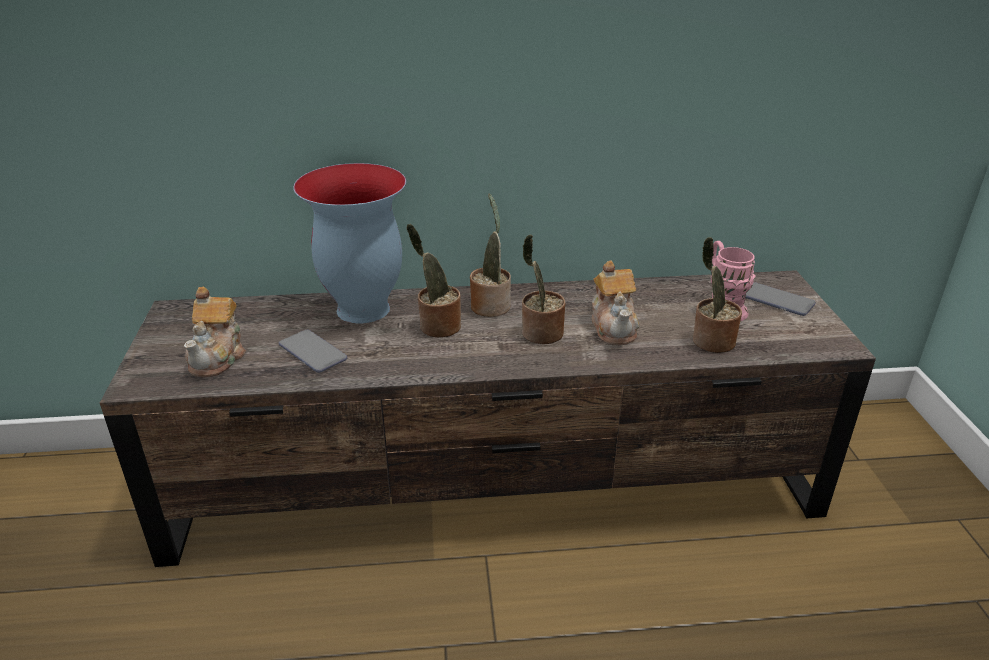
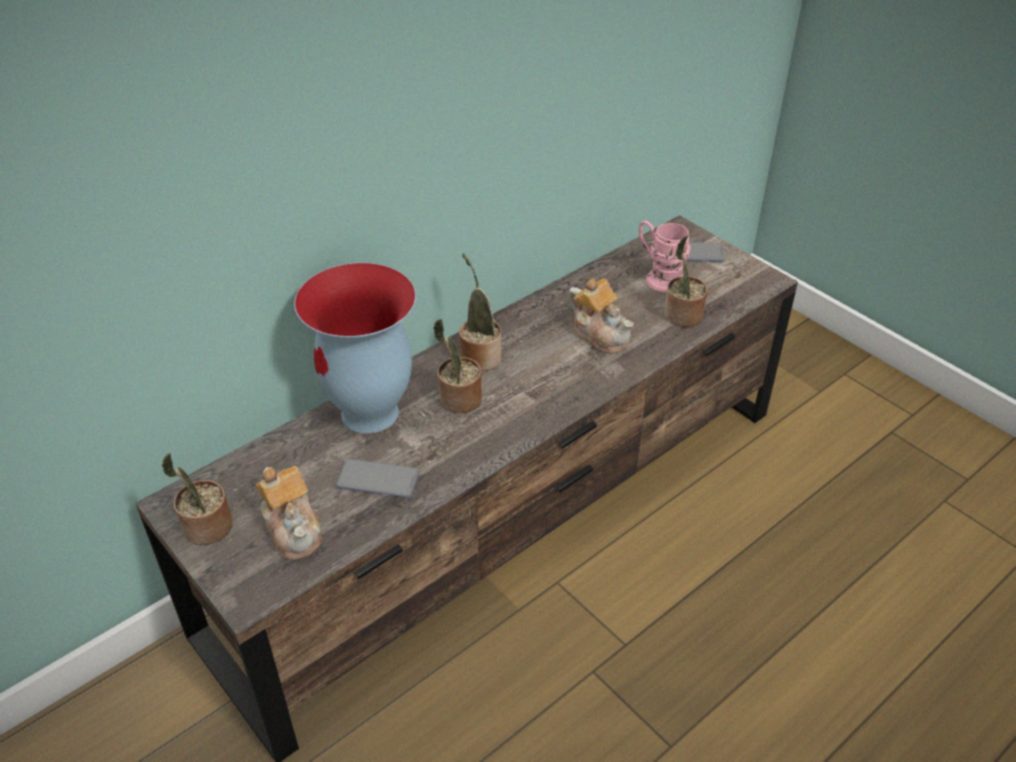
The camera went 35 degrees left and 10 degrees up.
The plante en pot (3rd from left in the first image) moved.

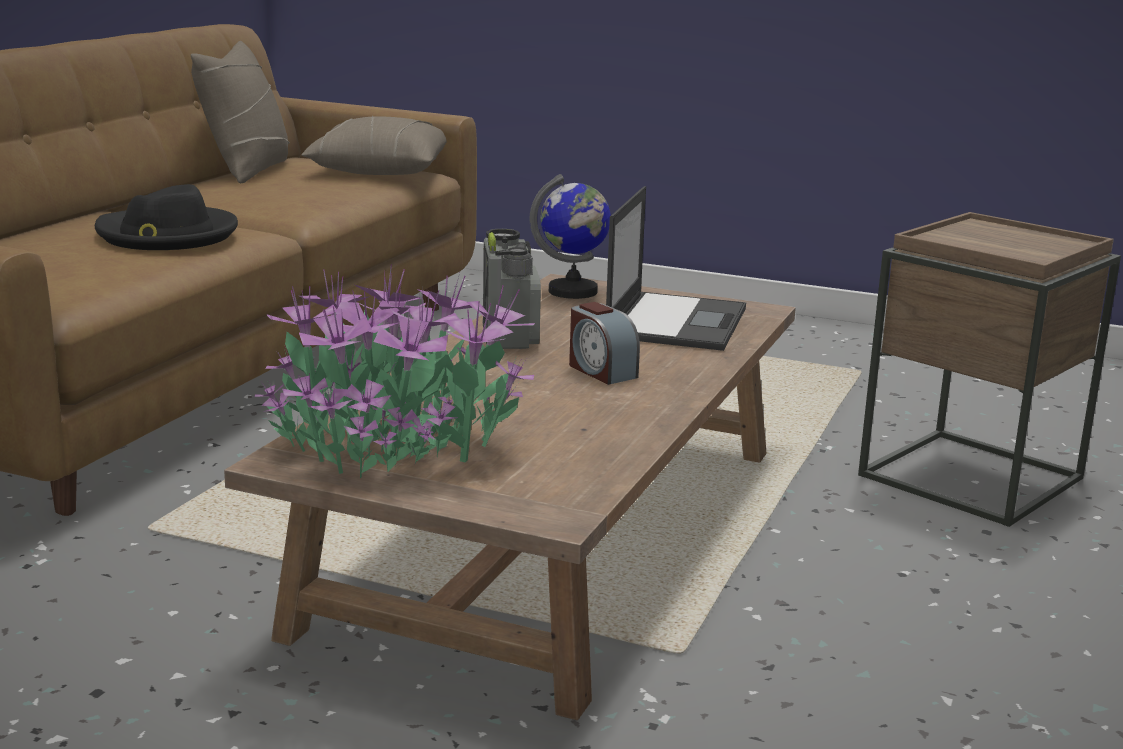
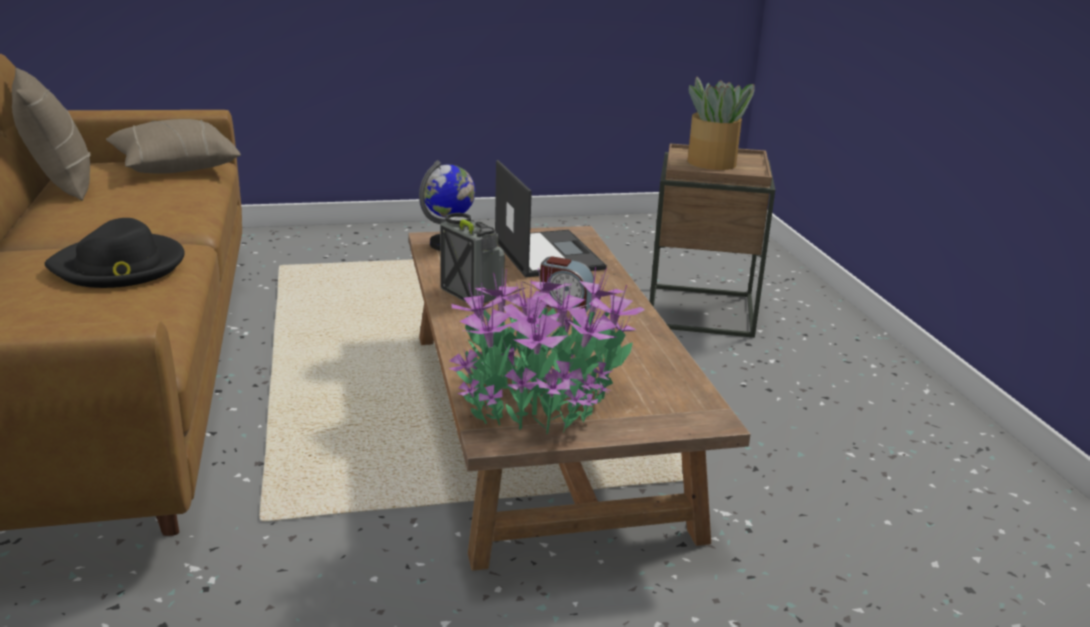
The camera went 35 degrees left and 5 degrees up.
The plante en pot (2nd from left) appeared.

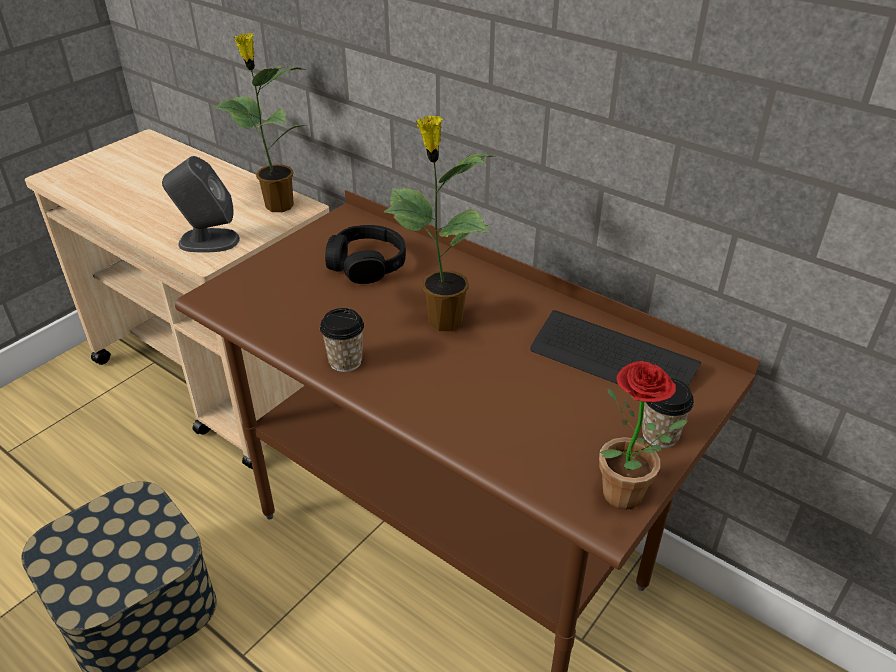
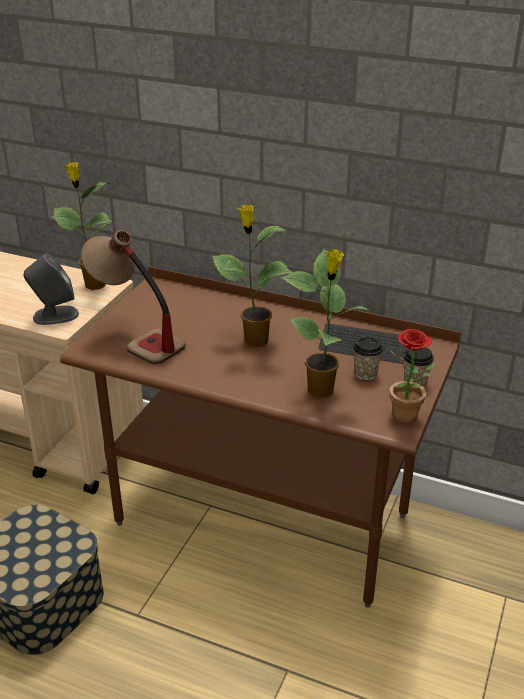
The camera went 15 degrees left and 5 degrees down.
The casque audio/noir disappeared.
The lampe de table appeared.
The plante en pot (3rd from left) appeared.
The tasse (1st from left) moved.

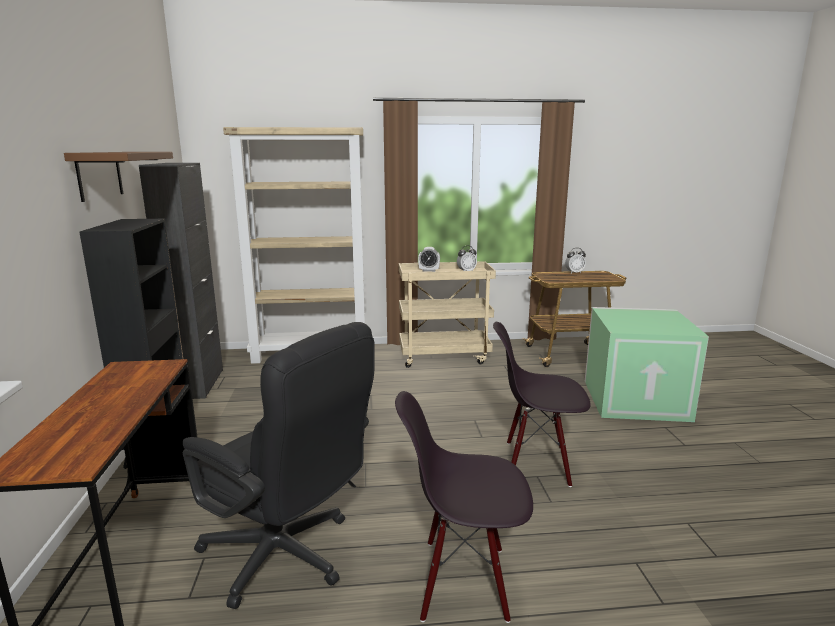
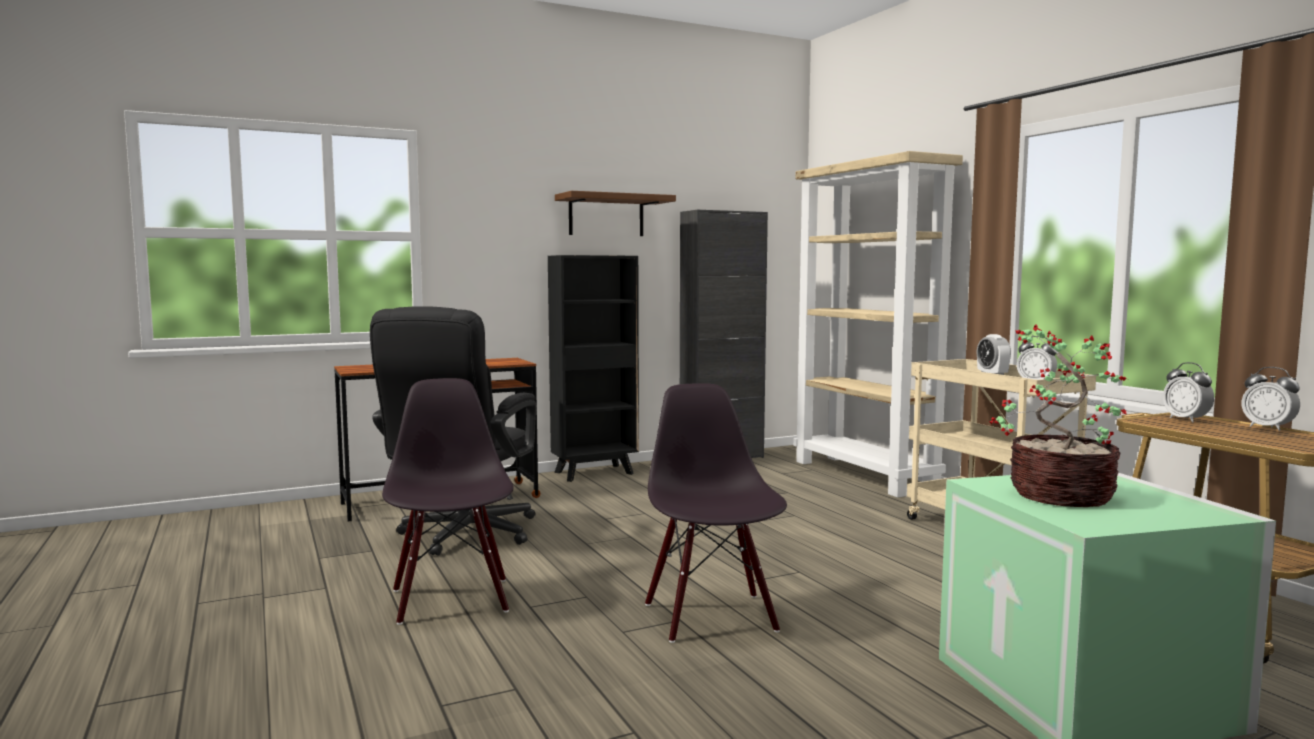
The camera went 70 degrees right and 10 degrees down.
The plante en pot appeared.
The réveil (3rd from left) appeared.

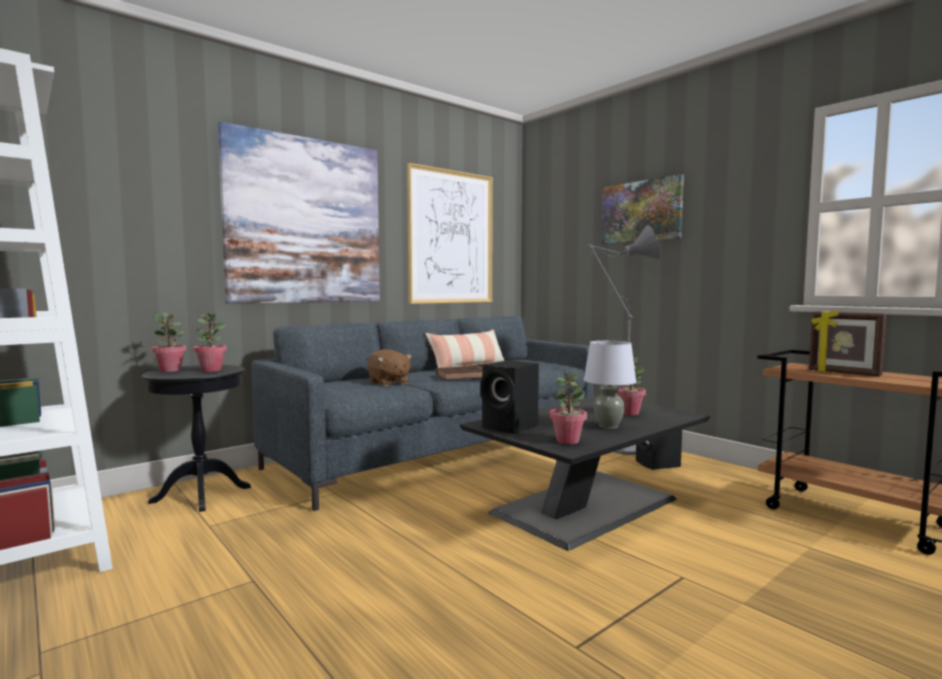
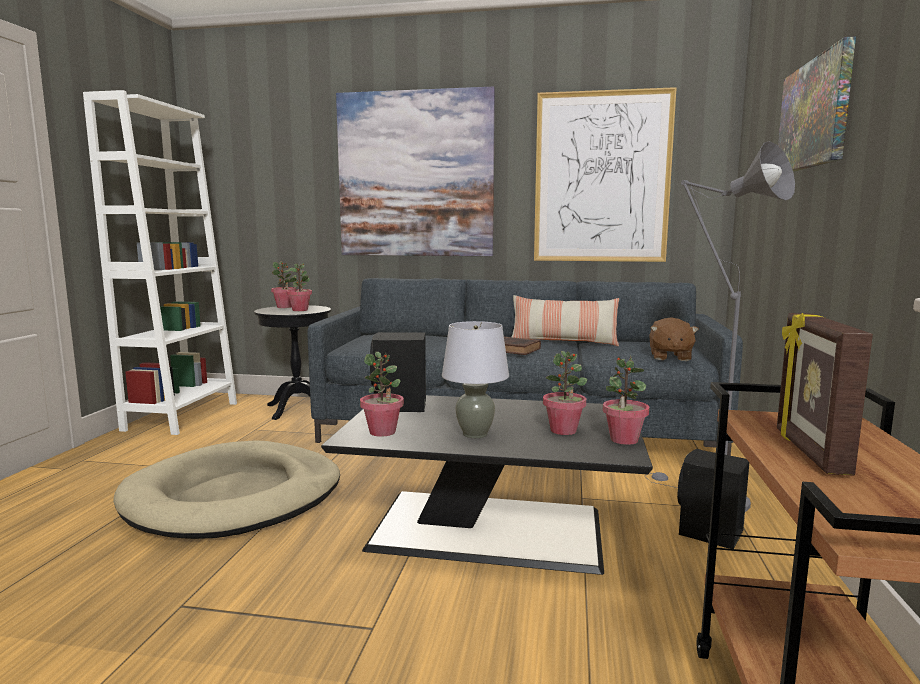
The camera went 50 degrees right and 5 degrees up.
The panier pour chien/beige appeared.
The plante en pot (5th from left) appeared.
The peluche/marron moved.

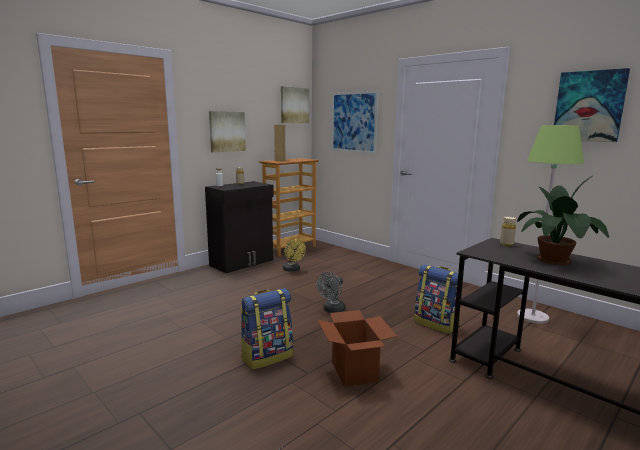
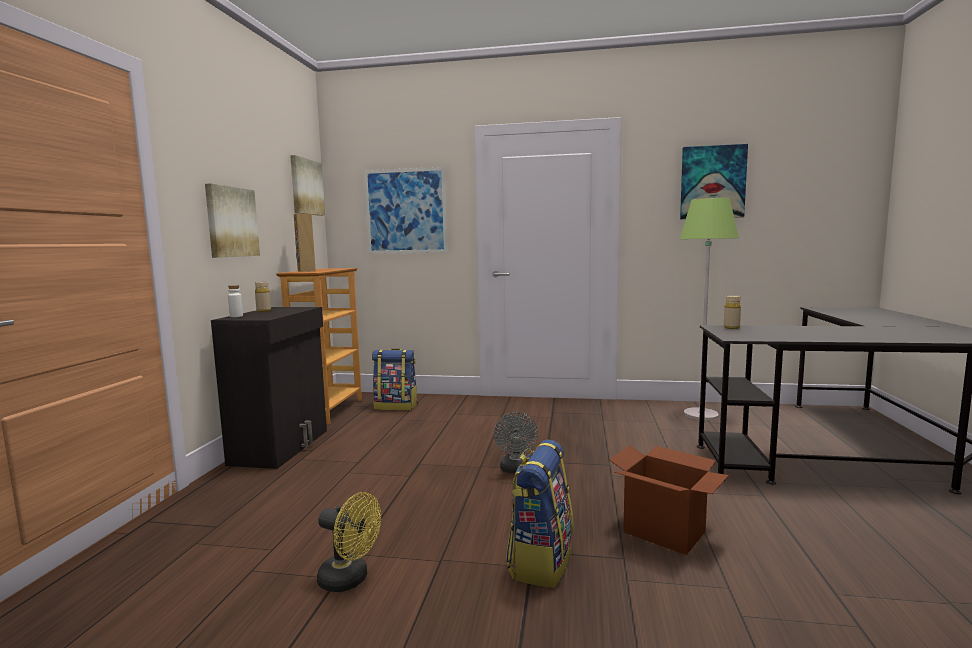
The camera went 35 degrees left and 5 degrees down.
The plante en pot disappeared.
The ventilateur/jaune moved.
The sac à dos (2nd from left in the first image) moved.

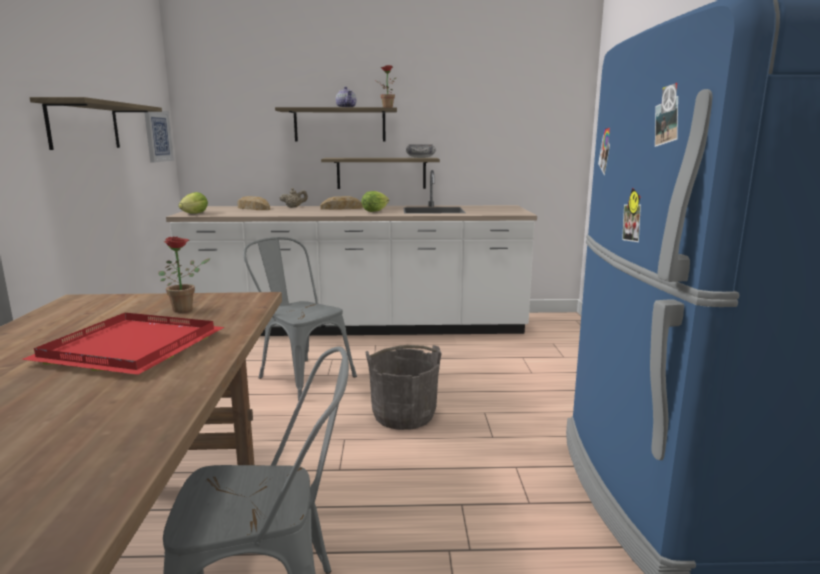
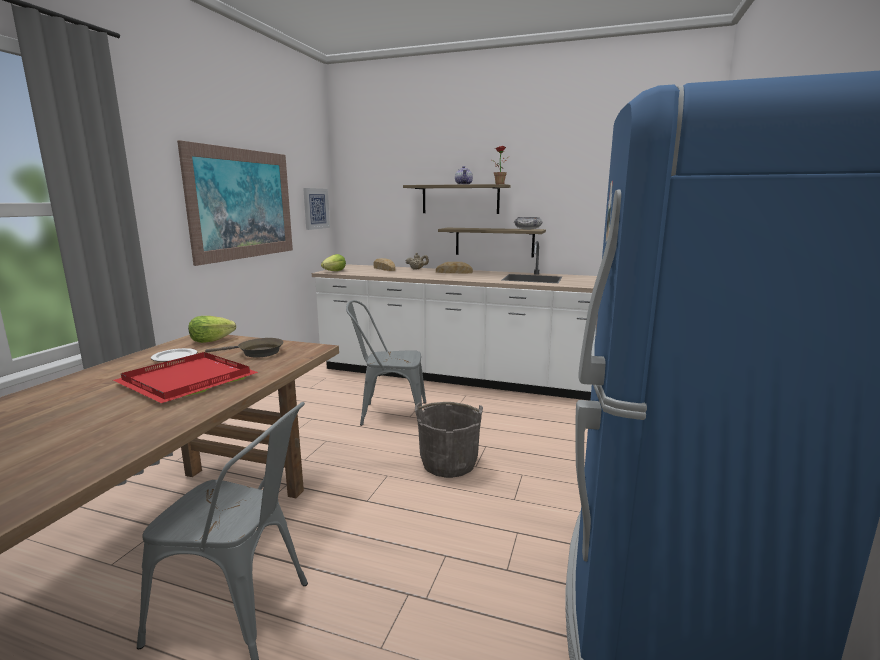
The camera went 20 degrees right and 0 degrees up.
The assiette appeared.
The laitue (2nd from left in the first image) moved.
The étagère (1st from left) was replaced by the tableau (1st from left).
The plante en pot (1st from left) was replaced by the poêle/marron.
The chaise/gris (2nd from left) turned 60 degrees counterclockwise.

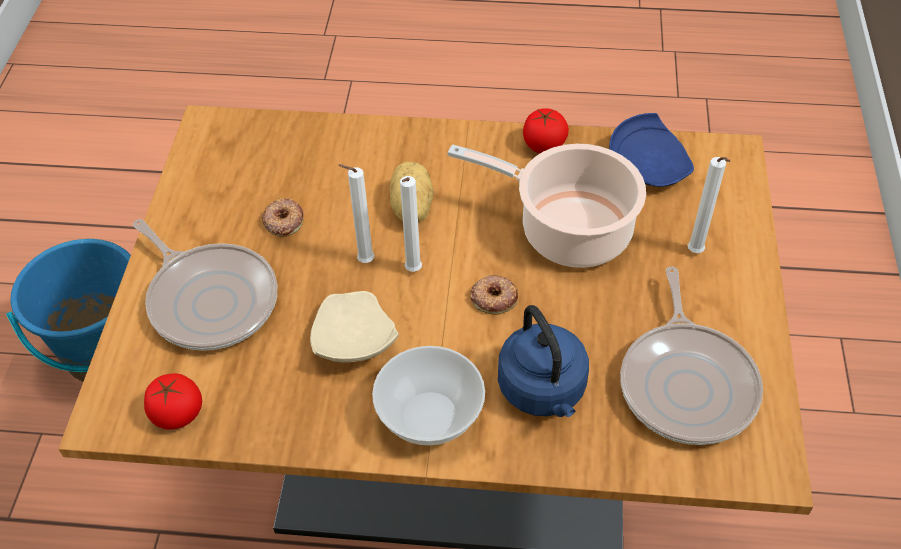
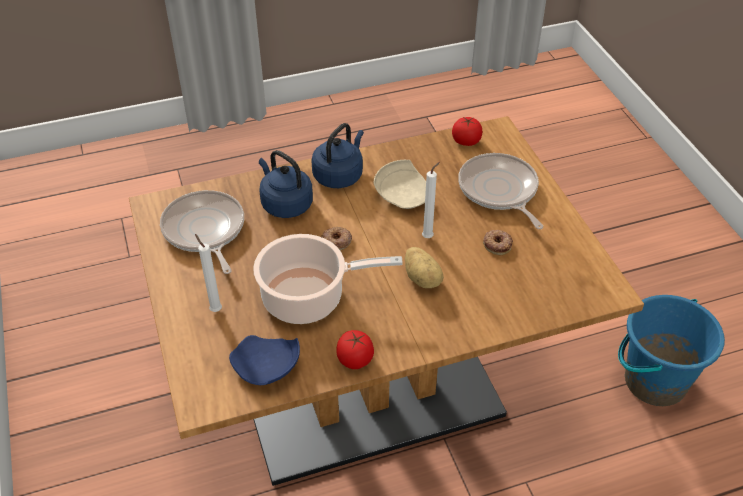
The camera went 155 degrees right and 5 degrees down.
The bougie/blanc (2nd from left) disappeared.
The bol was replaced by the bouilloire/bleu (2nd from left).
The poêle (1st from left in the first image) turned 45 degrees clockwise.

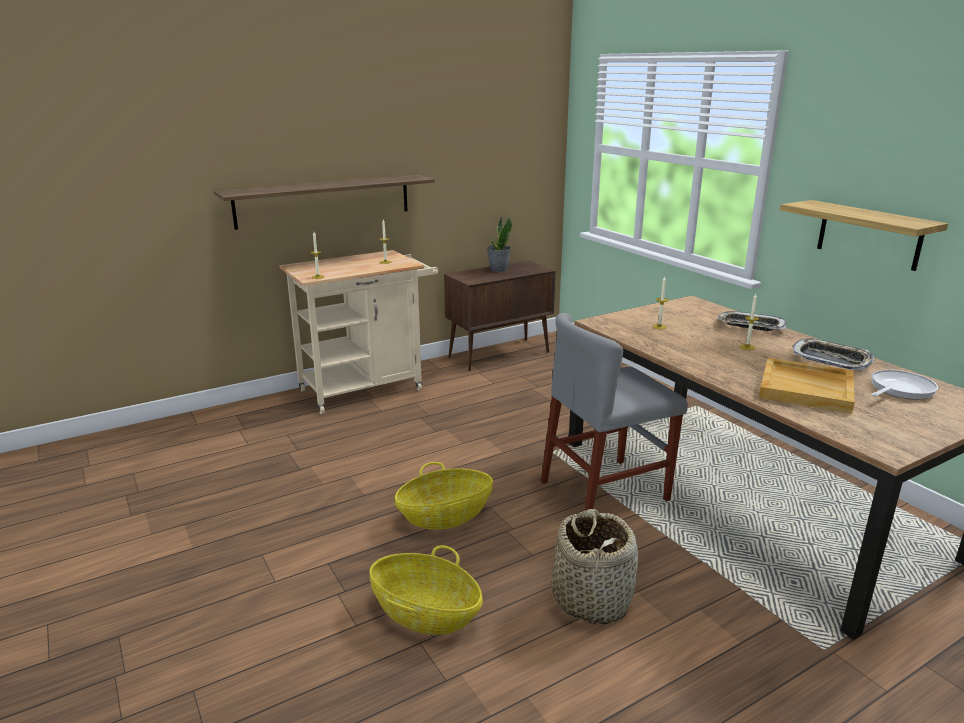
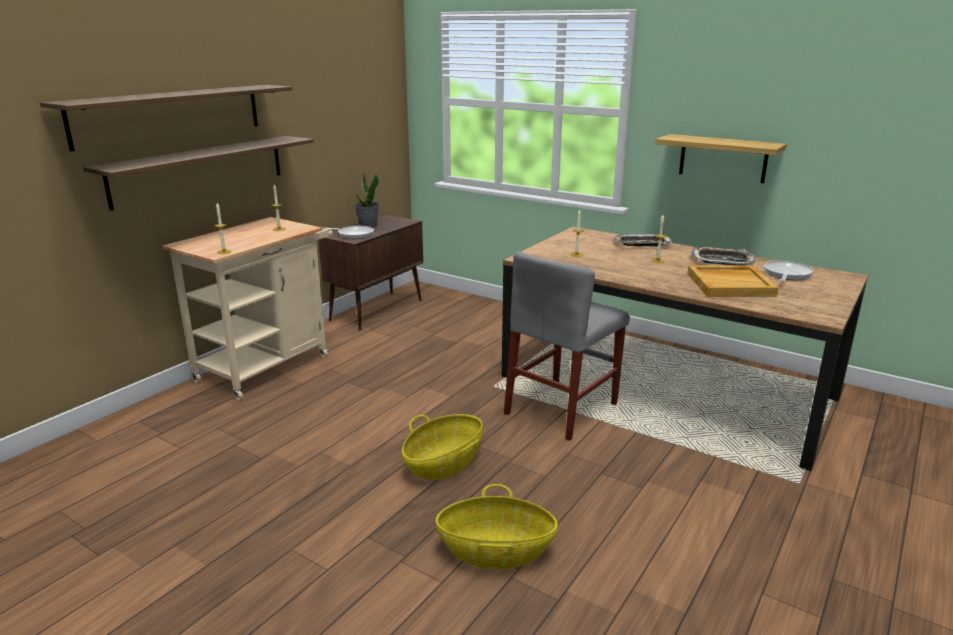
The camera went 25 degrees left and 0 degrees up.
The panier (3rd from left) disappeared.
The étagère (1st from left) appeared.
The poêle (1st from left) appeared.

